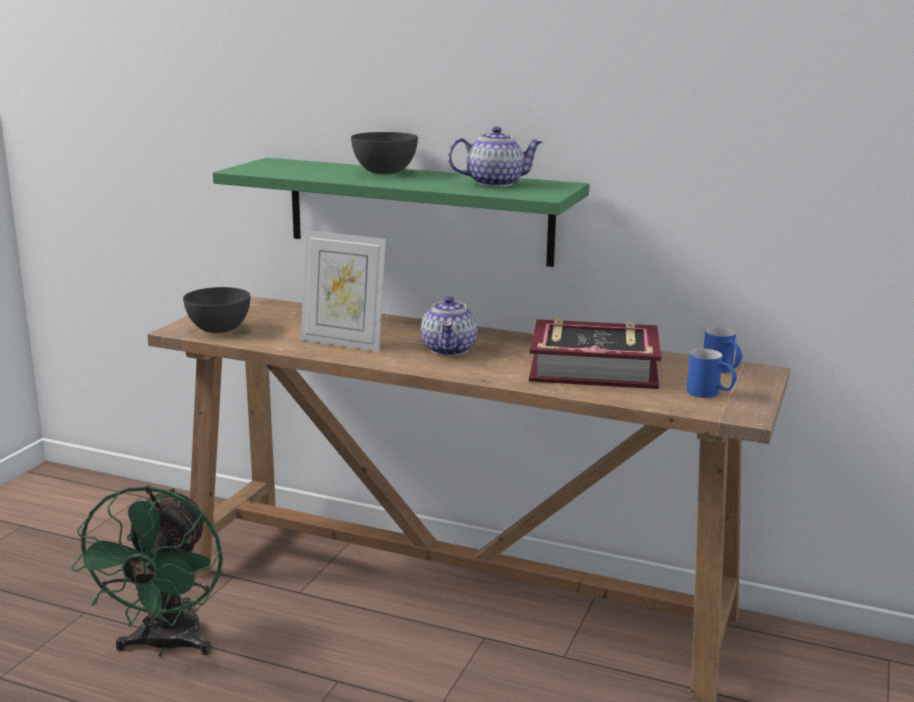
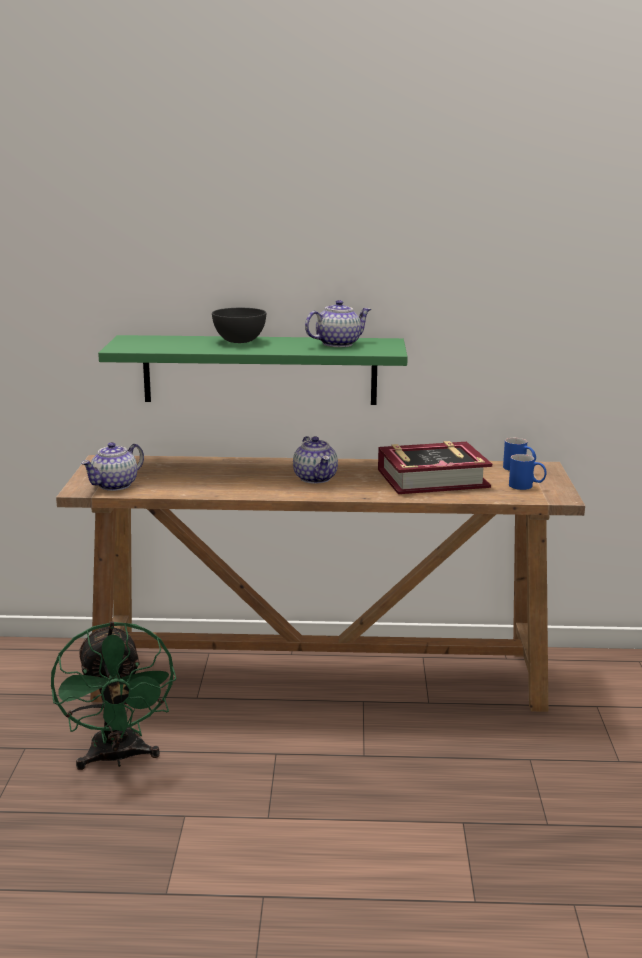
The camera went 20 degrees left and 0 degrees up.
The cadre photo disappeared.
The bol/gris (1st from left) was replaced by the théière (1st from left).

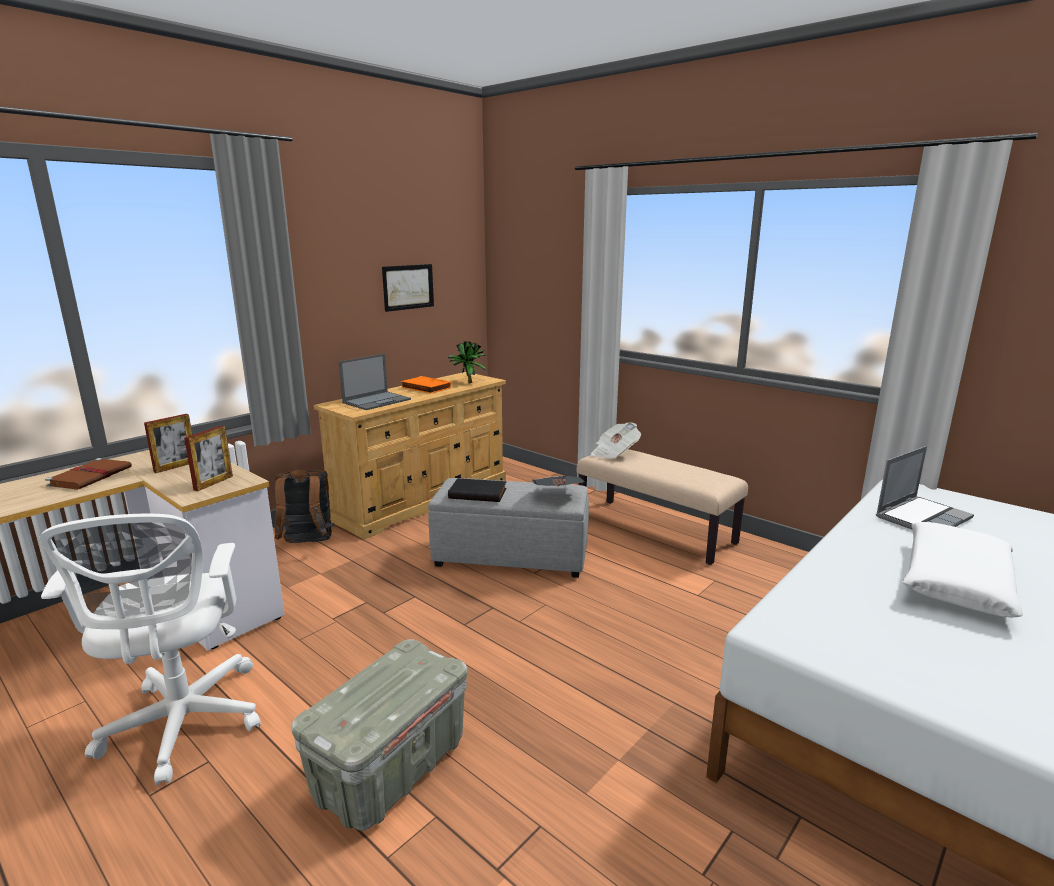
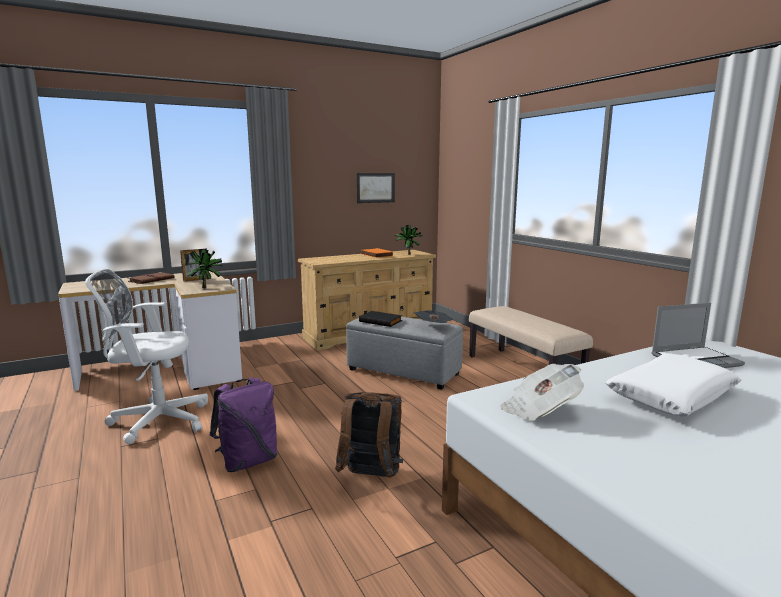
The camera went 20 degrees right and 5 degrees down.
The ordinateur portable (1st from left) disappeared.
The sac à dos/marron moved.
The journal (2nd from left) moved.
The cadre photo (2nd from left) was replaced by the plante en pot (1st from left).
The boîte de rangement/gris was replaced by the sac à dos/violet.
The chaise de bureau/blanc turned 75 degrees clockwise.

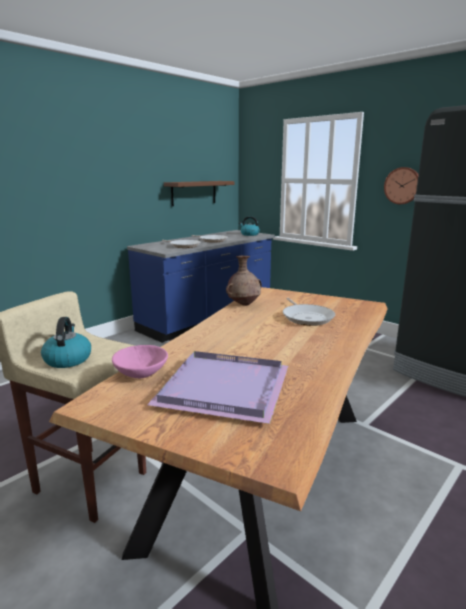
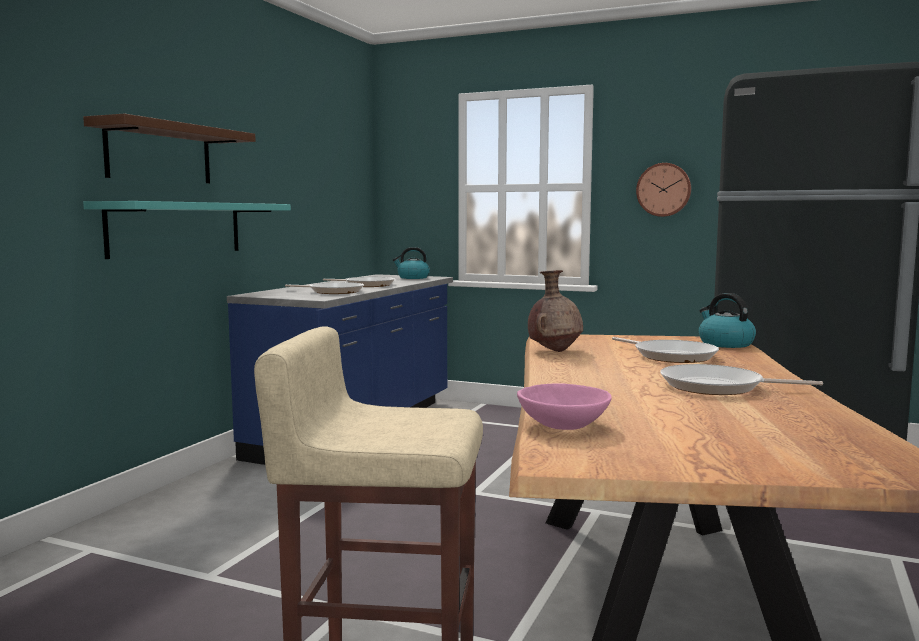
The camera went 20 degrees left and 10 degrees down.
The plateau/violet disappeared.
The étagère/turquoise appeared.
The poêle (4th from left) appeared.
The bouilloire (1st from left in the first image) moved.
The étagère/marron moved.

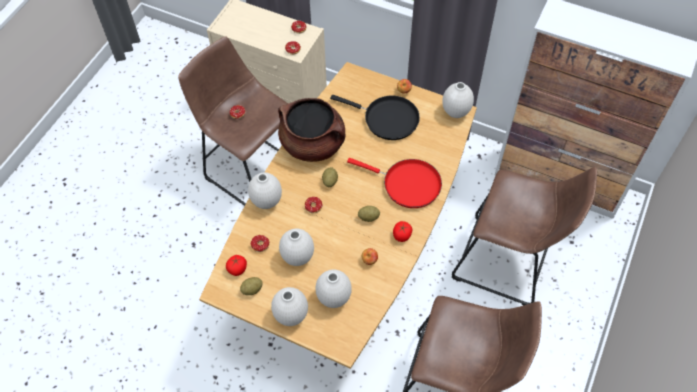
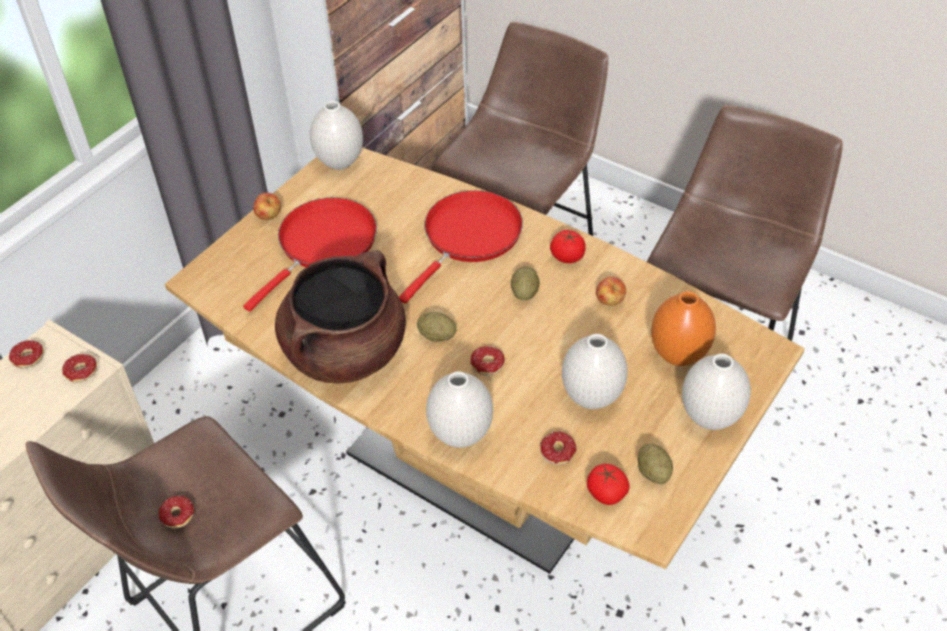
The camera went 80 degrees left and 10 degrees down.
The vase/blanc (4th from left) became the vase/orange.
The poêle/noir became the poêle/rouge (1st from left).

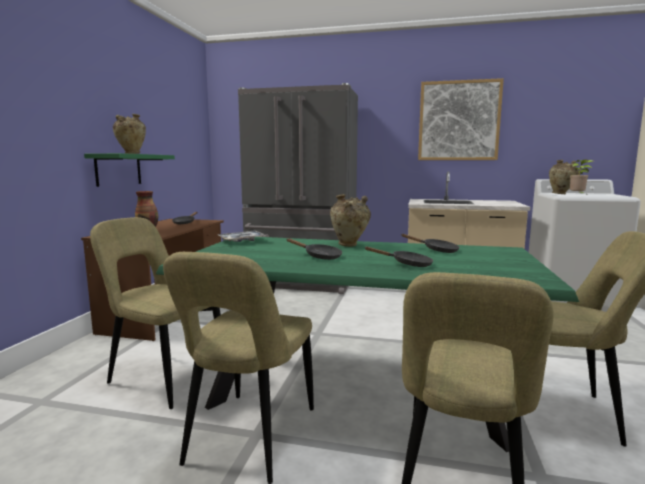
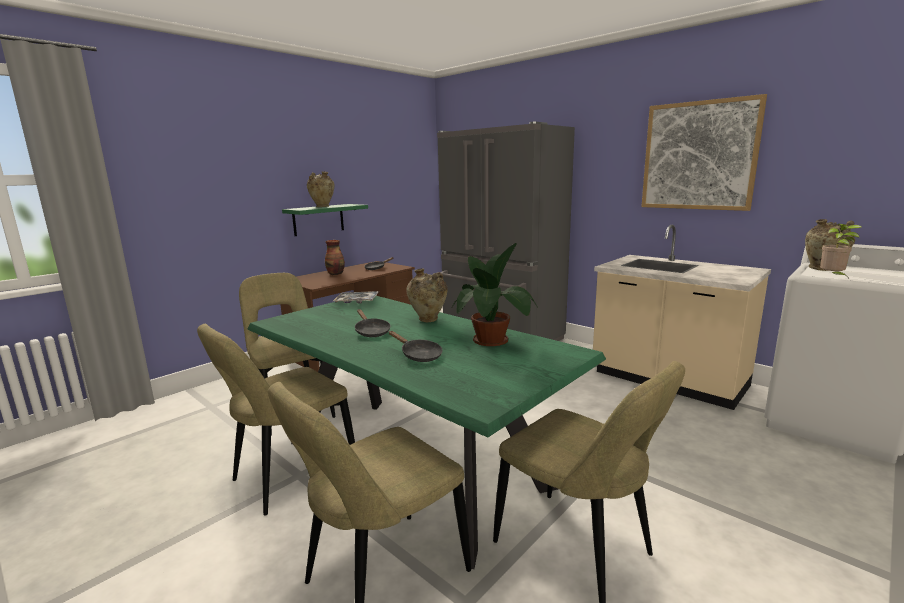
The camera went 30 degrees right and 5 degrees up.
The poêle/noir (4th from left) was replaced by the plante en pot (1st from left).

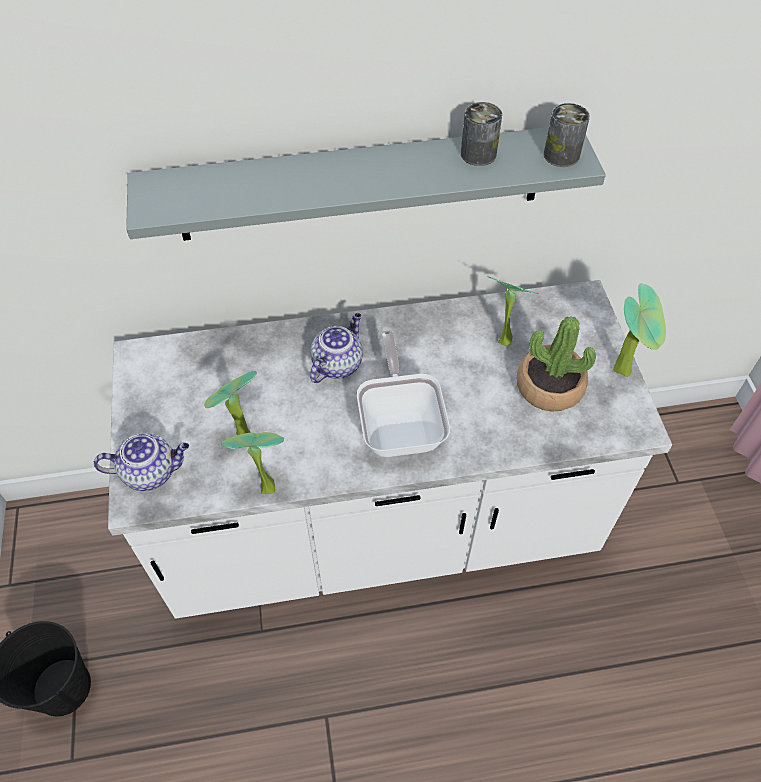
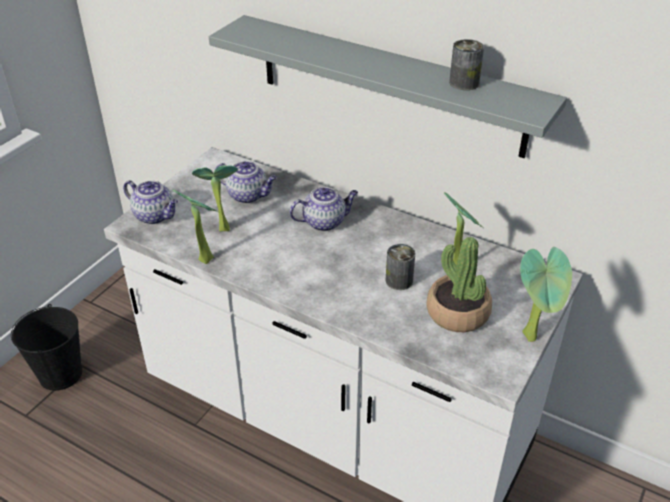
The camera went 40 degrees right and 15 degrees down.
The poêle disappeared.
The théière (2nd from left) appeared.
The boîte métallique (2nd from left in the first image) moved.

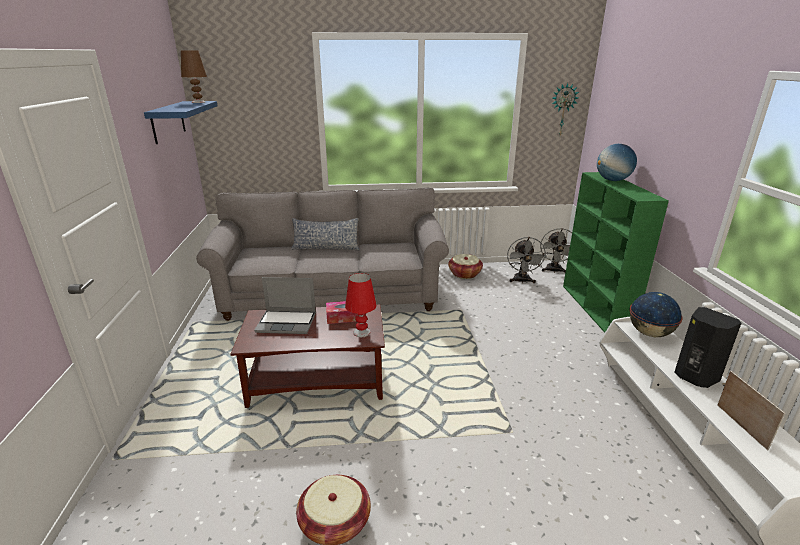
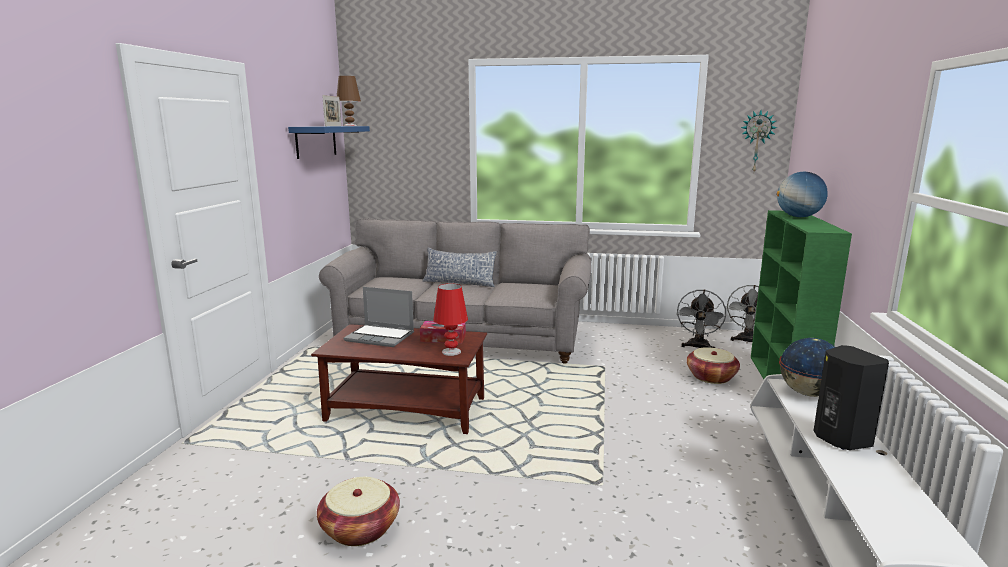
The camera went 15 degrees right and 10 degrees down.
The panier (2nd from left) moved.
The cadre photo moved.

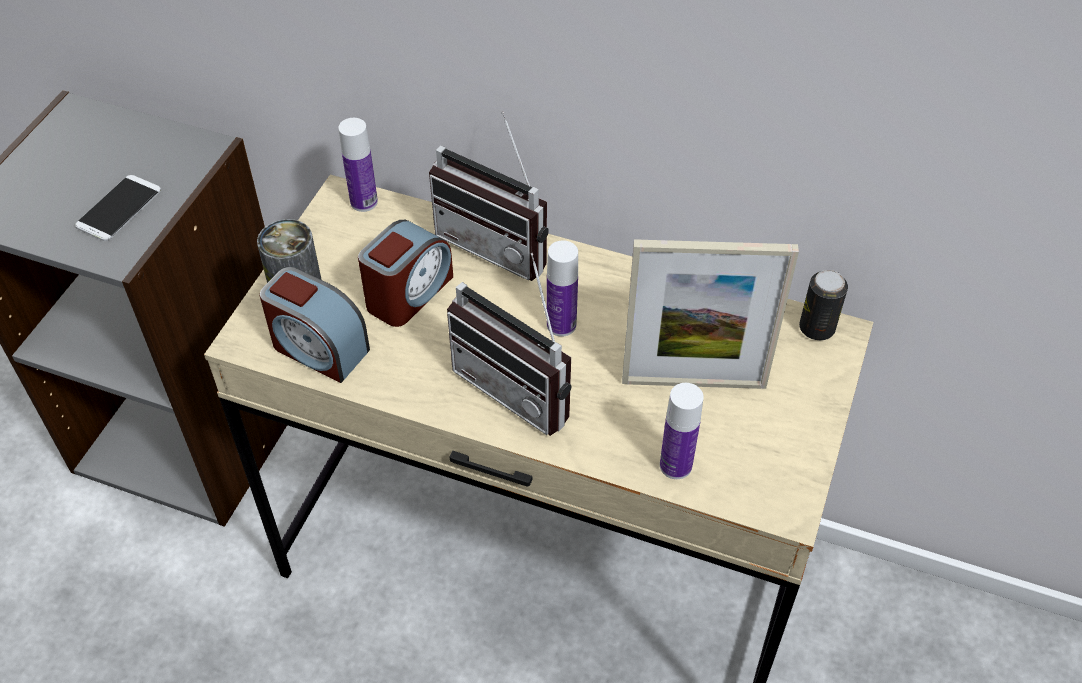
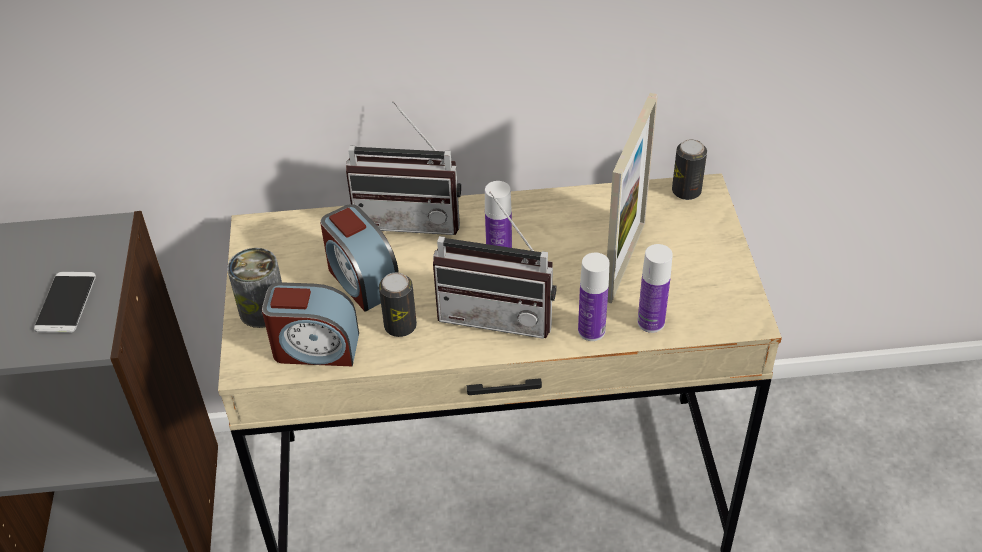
The camera went 25 degrees left and 5 degrees down.
The boîte métallique (2nd from left) appeared.
The bouteille (1st from left in the first image) moved.
The réveil (2nd from left) turned 135 degrees clockwise.
The cadre photo turned 45 degrees counterclockwise.

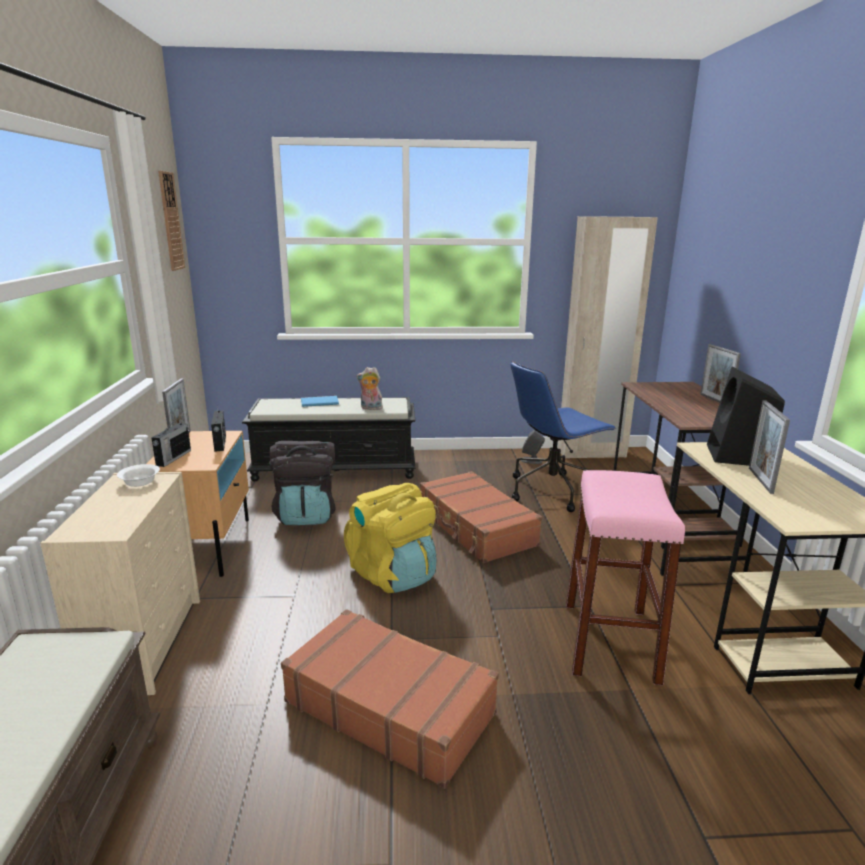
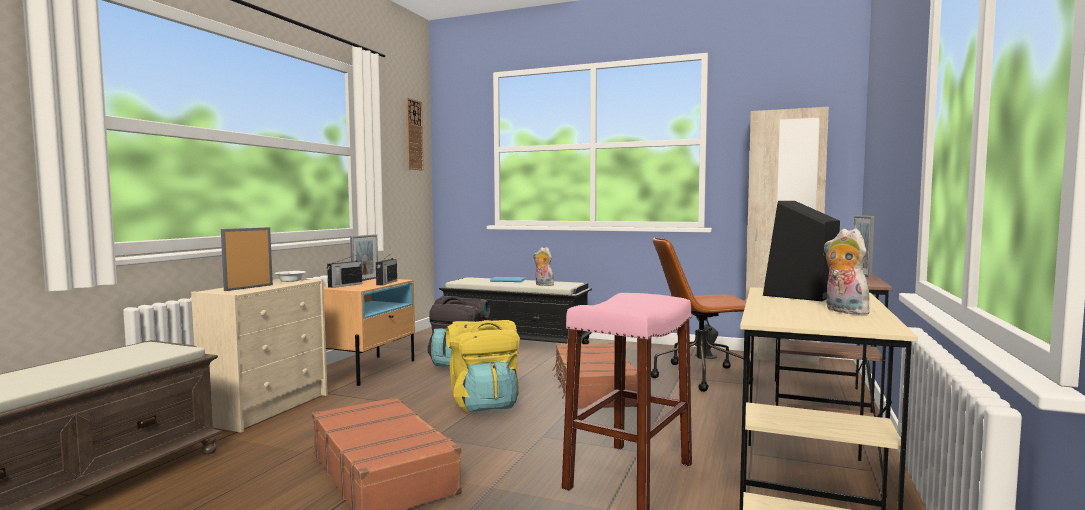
The camera went 25 degrees right and 15 degrees down.
The peluche (2nd from left) appeared.
The cadre photo (3rd from left in the first image) moved.
The chaise de bureau/bleu became the chaise de bureau/marron.

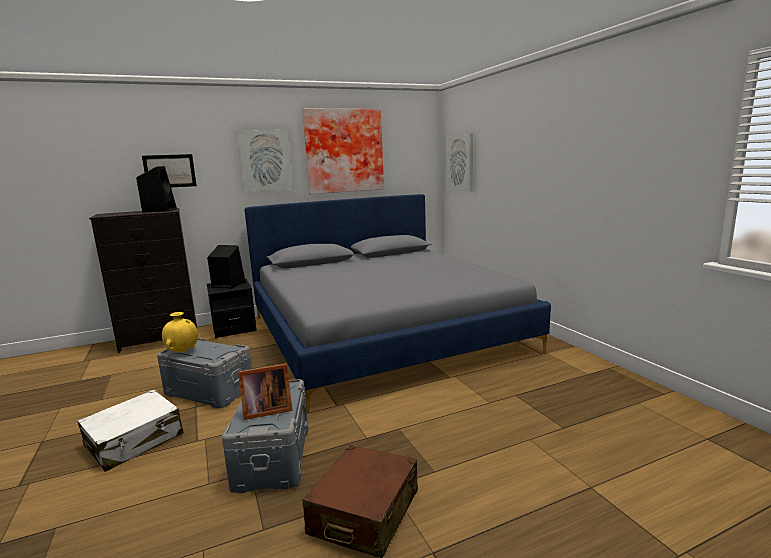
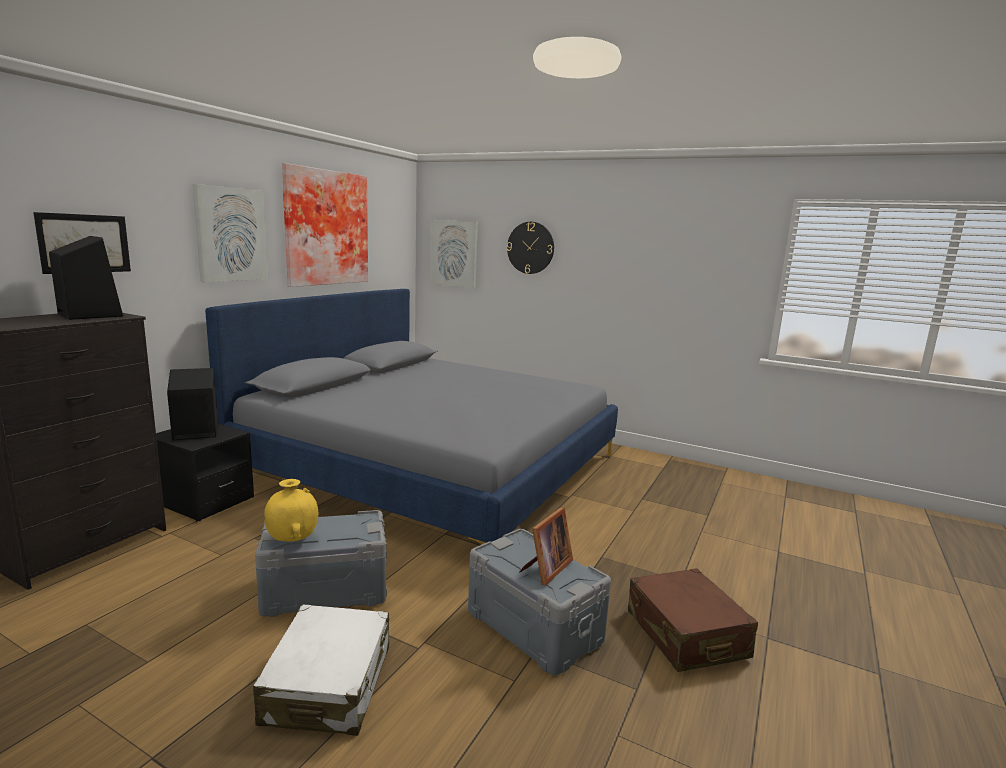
The camera went 40 degrees left and 0 degrees up.
The horloge murale appeared.

